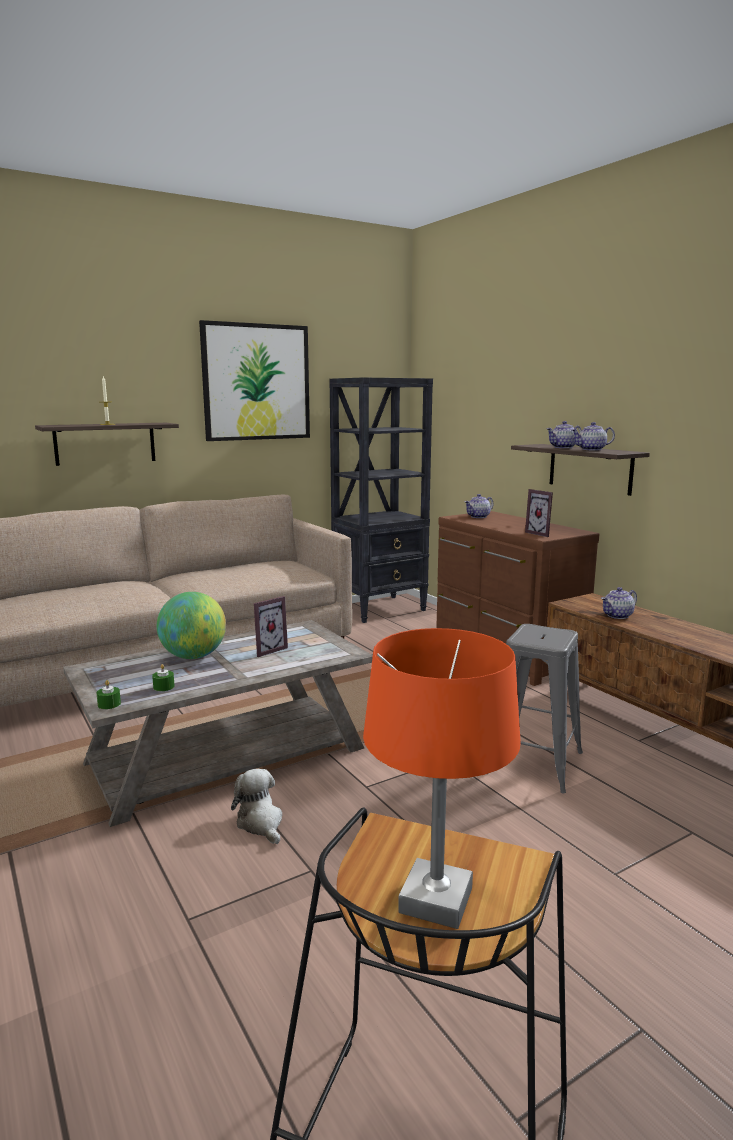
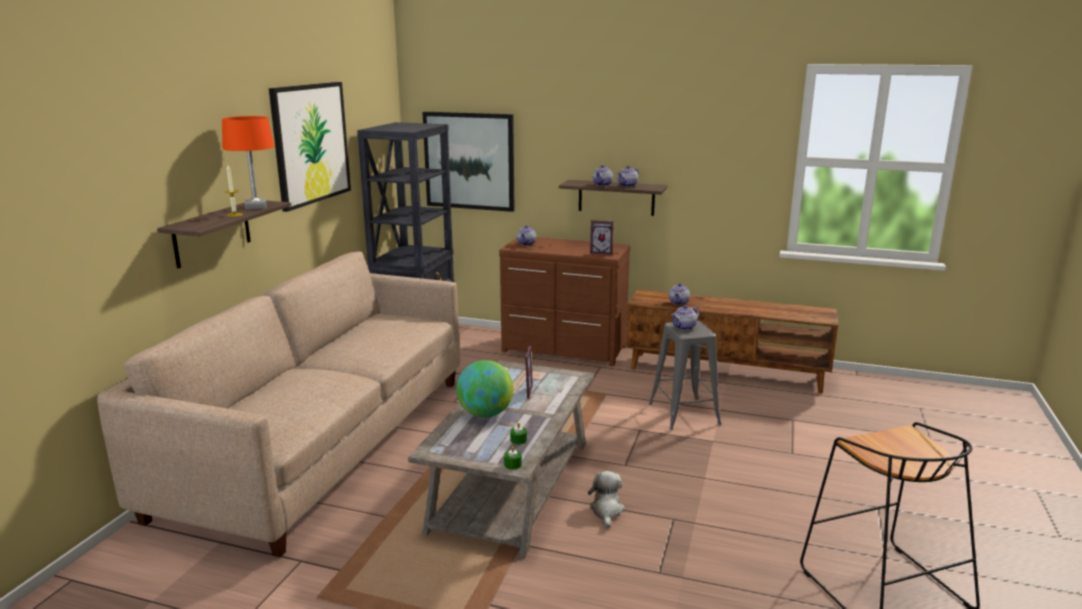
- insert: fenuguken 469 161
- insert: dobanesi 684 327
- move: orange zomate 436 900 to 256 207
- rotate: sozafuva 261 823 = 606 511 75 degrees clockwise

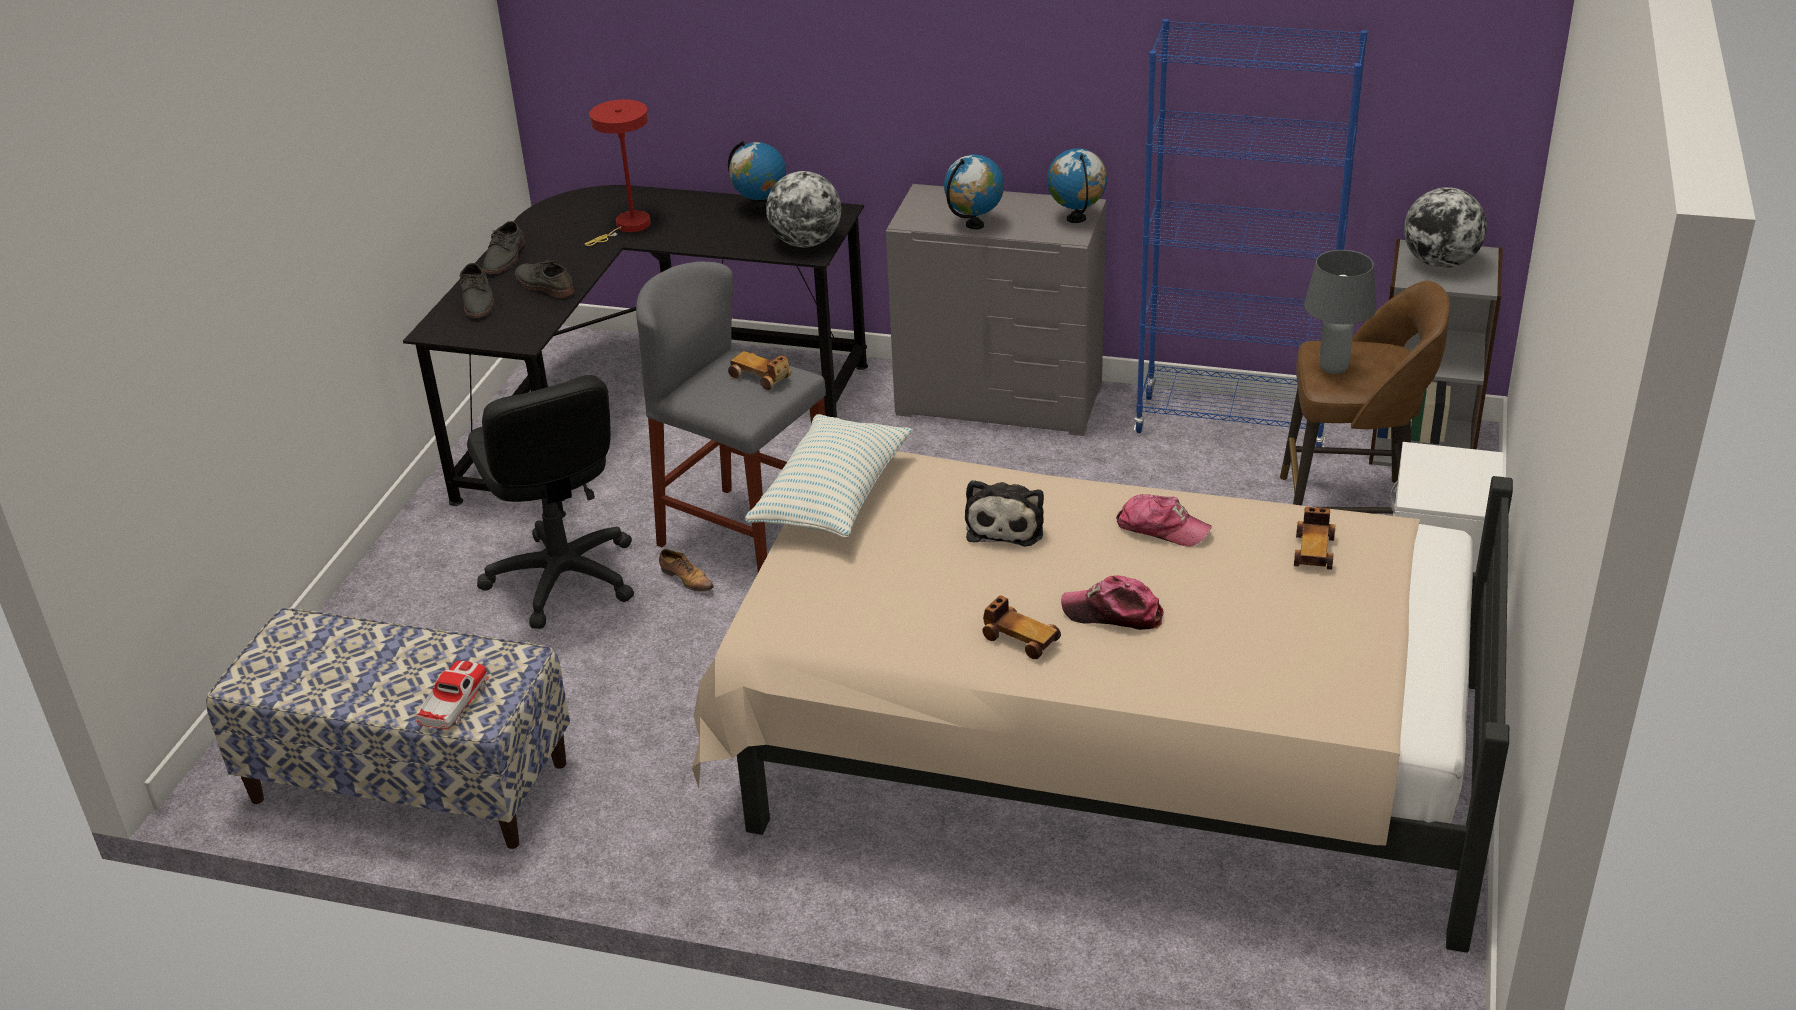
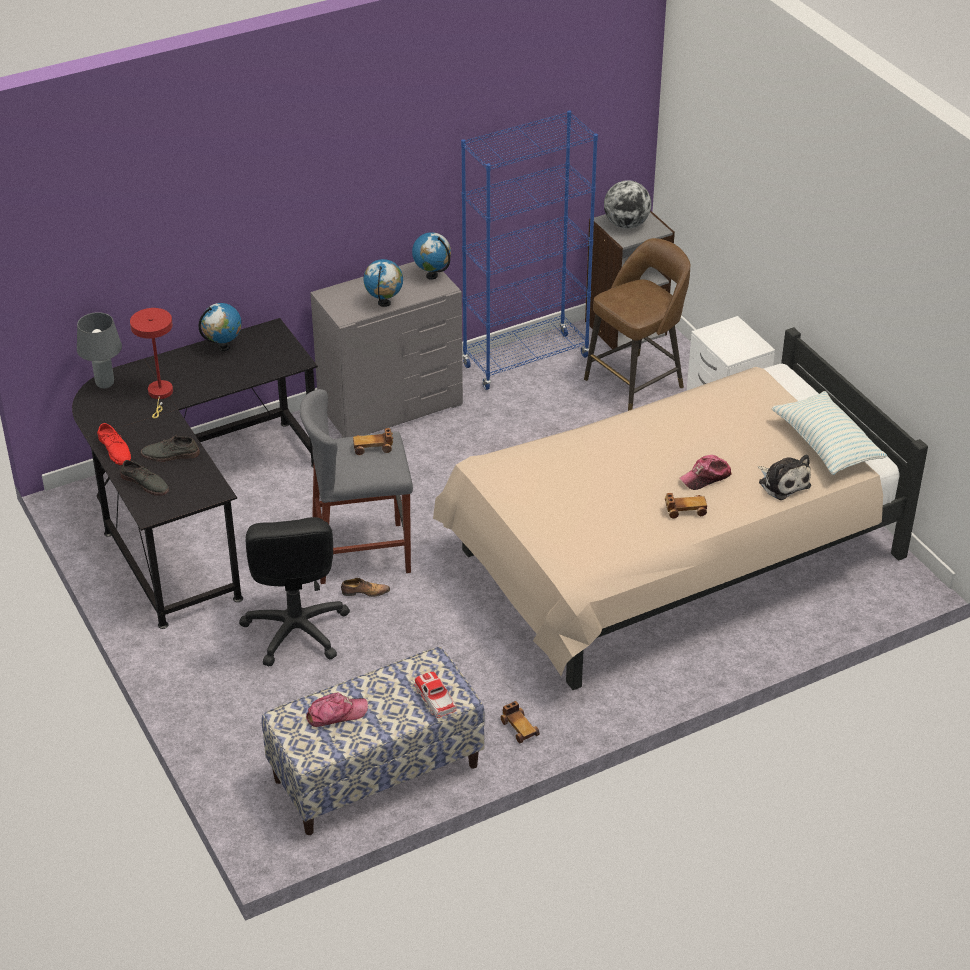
- delete: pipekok 806 243
- move: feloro 832 497 to 826 445
- move: sozafuva 1006 525 to 782 483
- move: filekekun 1162 528 to 336 714
- move: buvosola 1314 551 to 519 728
- move: grey zomate 1333 368 to 105 384
- recolor: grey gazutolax 505 258 to red gazutolax 115 449
- rotate: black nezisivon 562 579 = 295 630 60 degrees clockwise

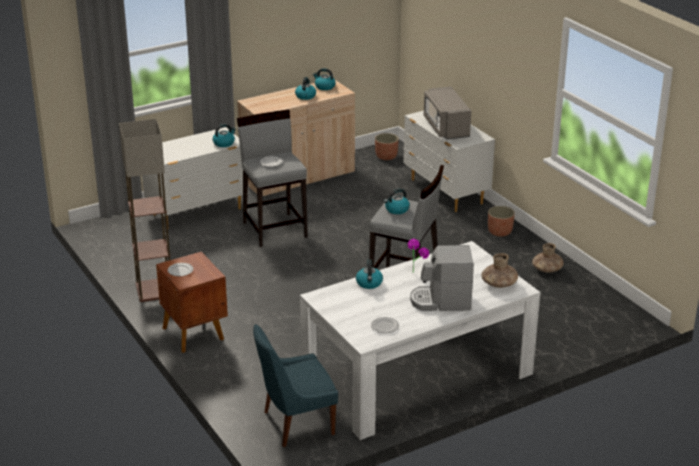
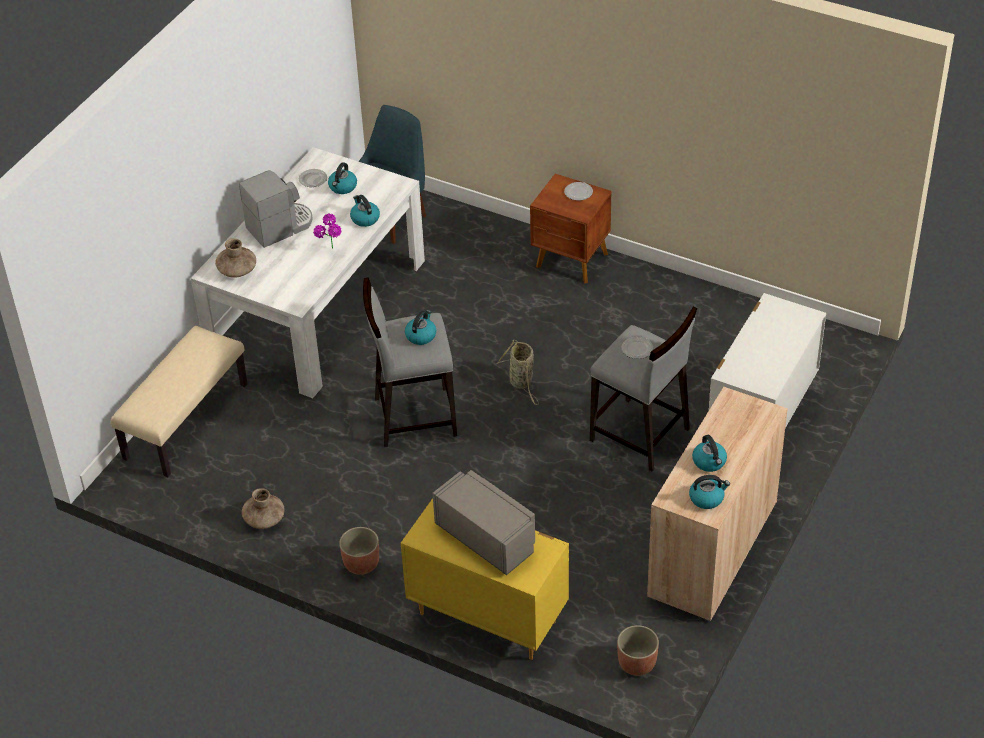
- delete: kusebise 154 290
- insert: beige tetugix 185 421
- insert: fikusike 521 383
- move: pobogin 224 143 to 343 187
- recolor: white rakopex 446 192 to yellow rakopex 487 616

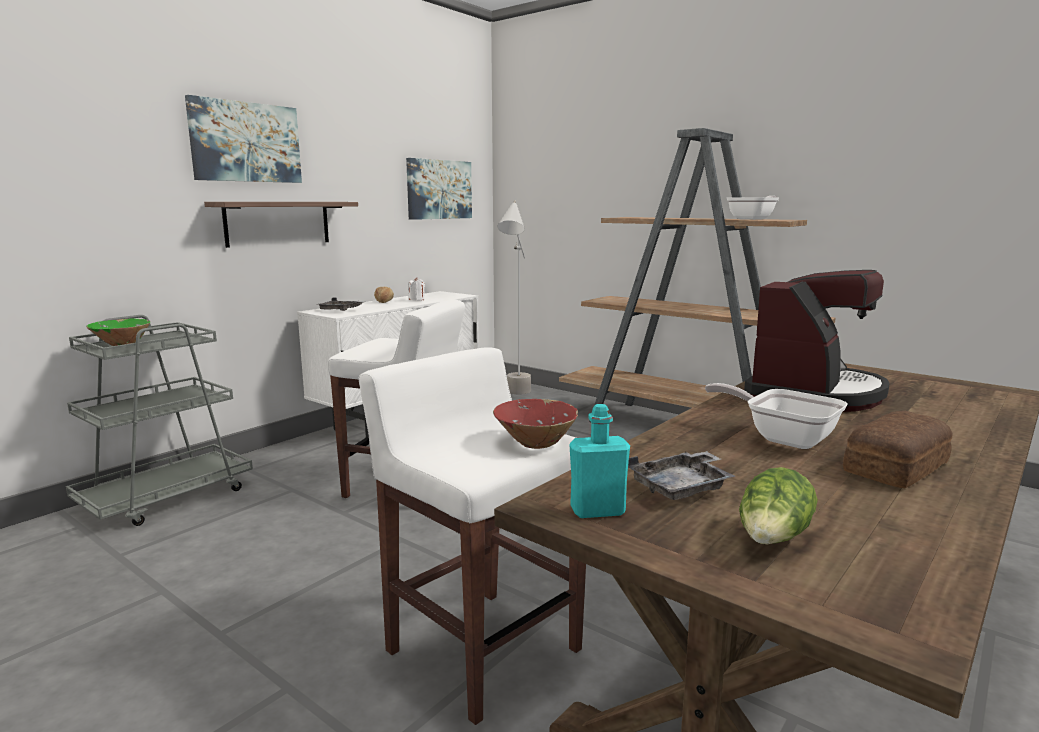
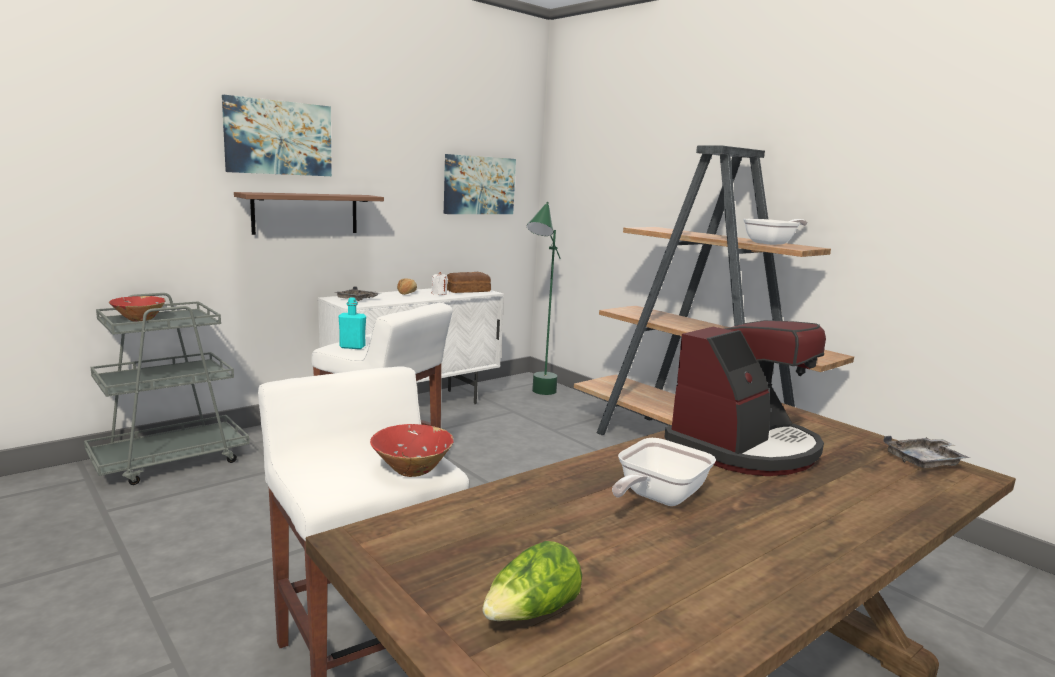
- move: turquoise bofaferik 597 511 to 352 347
- move: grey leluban 682 487 to 924 461
- move: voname 893 466 to 467 290
- recolor: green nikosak 122 344 to red nikosak 139 319
- recolor: grey kusebise 515 396 to green kusebise 537 396
- rotate: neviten 782 438 = 656 498 105 degrees counterclockwise

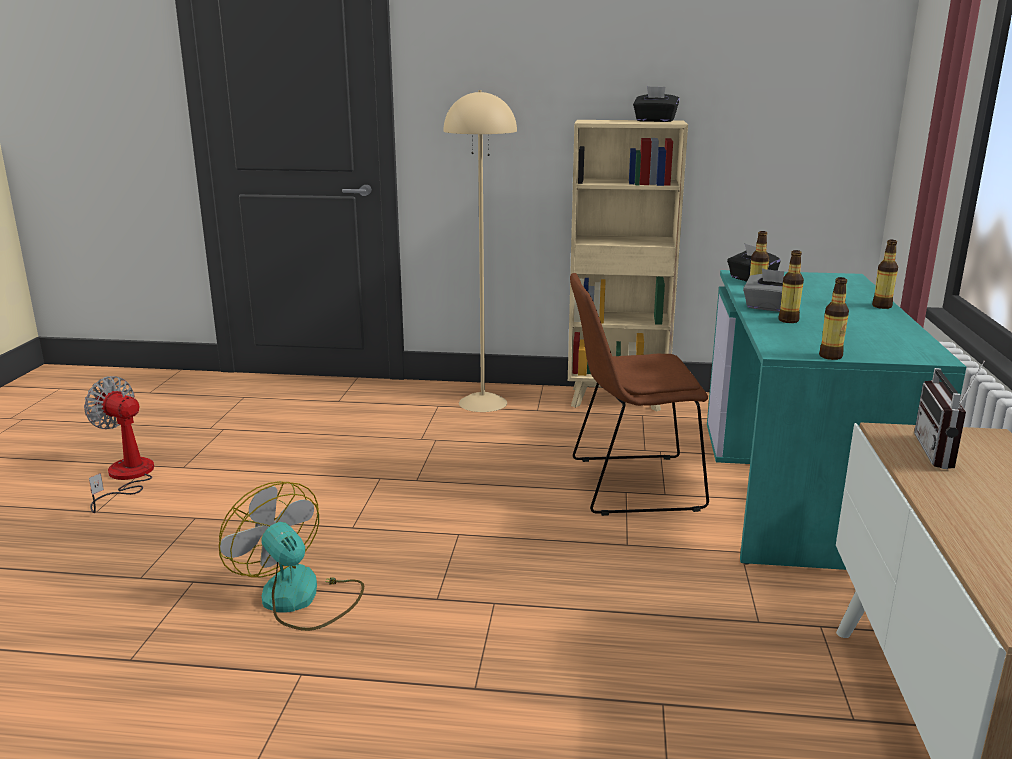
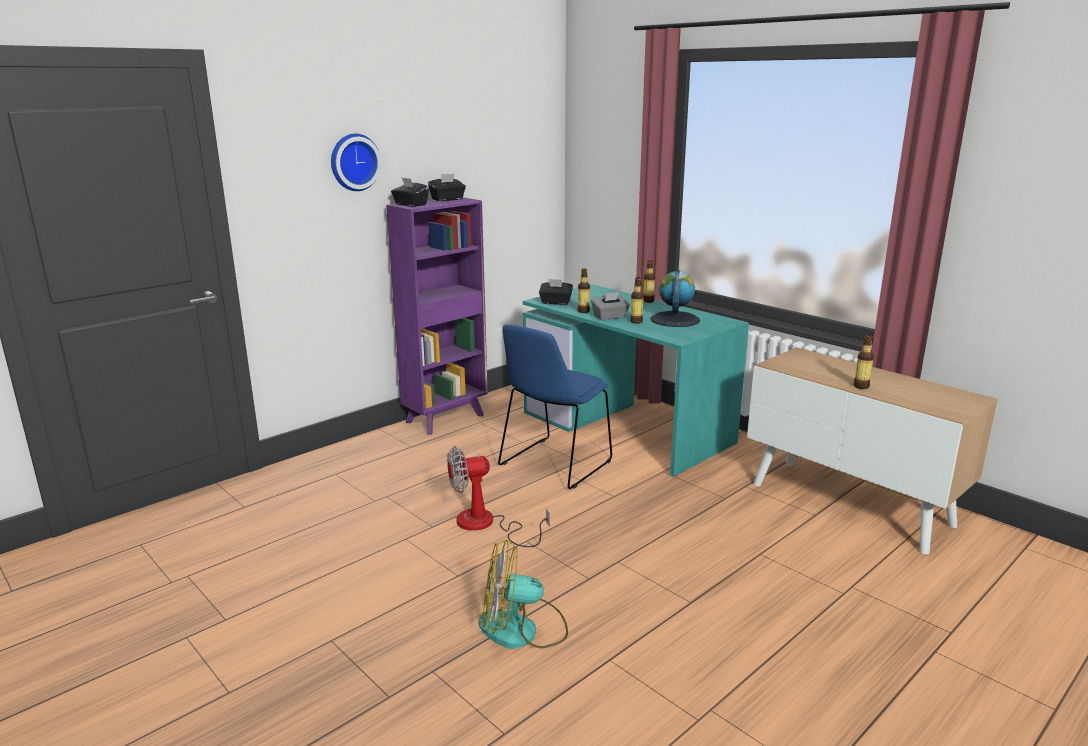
- delete: beige kusebise 483 402
- delete: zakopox 944 454
- insert: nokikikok 353 162
- insert: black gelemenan 410 205
- insert: pipekok 674 319
- move: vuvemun 126 477 to 486 525
- move: bofaferik 830 356 to 861 386
- recolor: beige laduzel 617 399 to purple laduzel 446 418
- recolor: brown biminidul 630 484 to blue biminidul 553 465

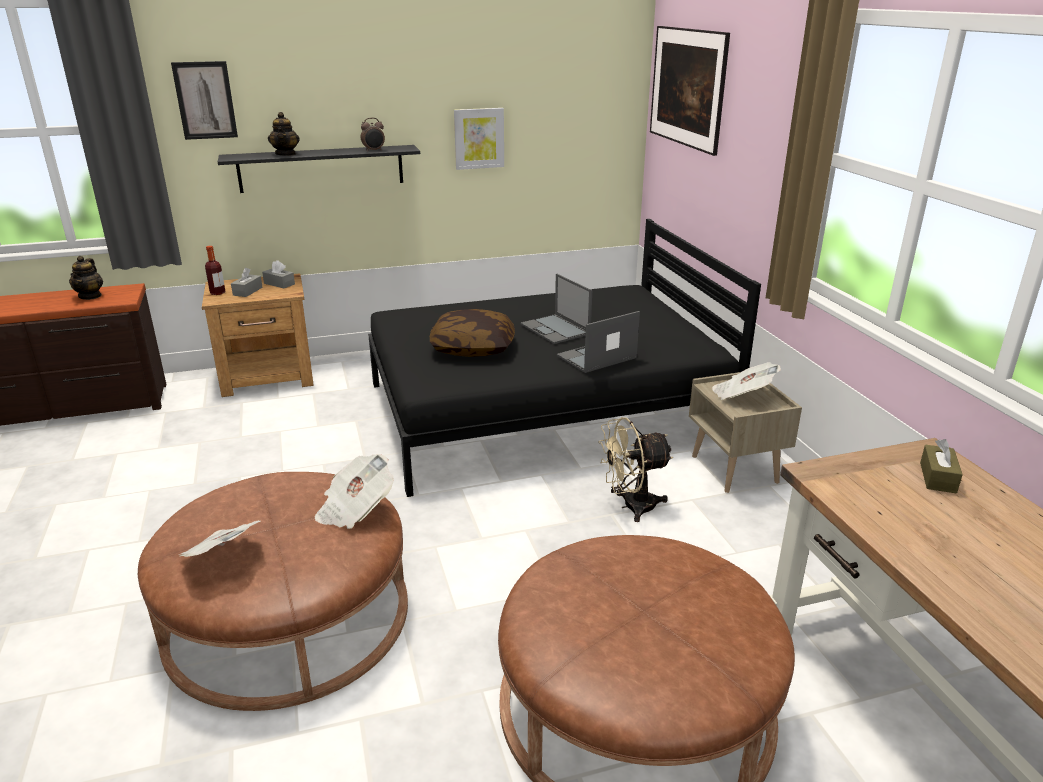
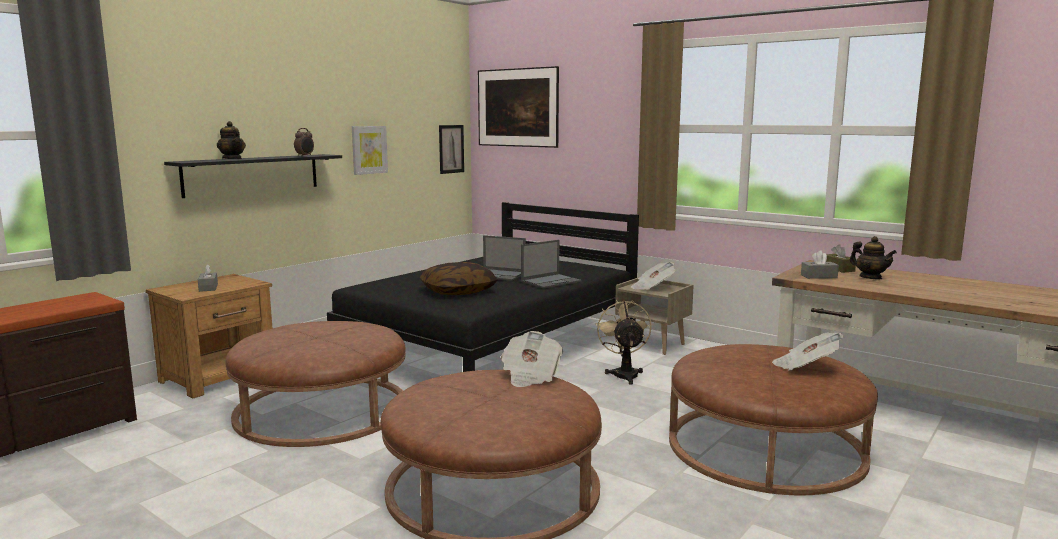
- delete: bofaferik 217 293
- insert: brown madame 322 409
- move: dobanesi 90 296 to 870 277
- move: fenuguken 205 100 to 451 149
- move: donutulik 223 556 to 805 367
- move: grey gelemenan 279 284 to 819 276
- rotate: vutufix 596 357 = 551 281 150 degrees counterclockwise
- rotate: beige vuvemun 631 506 = 624 374 135 degrees clockwise

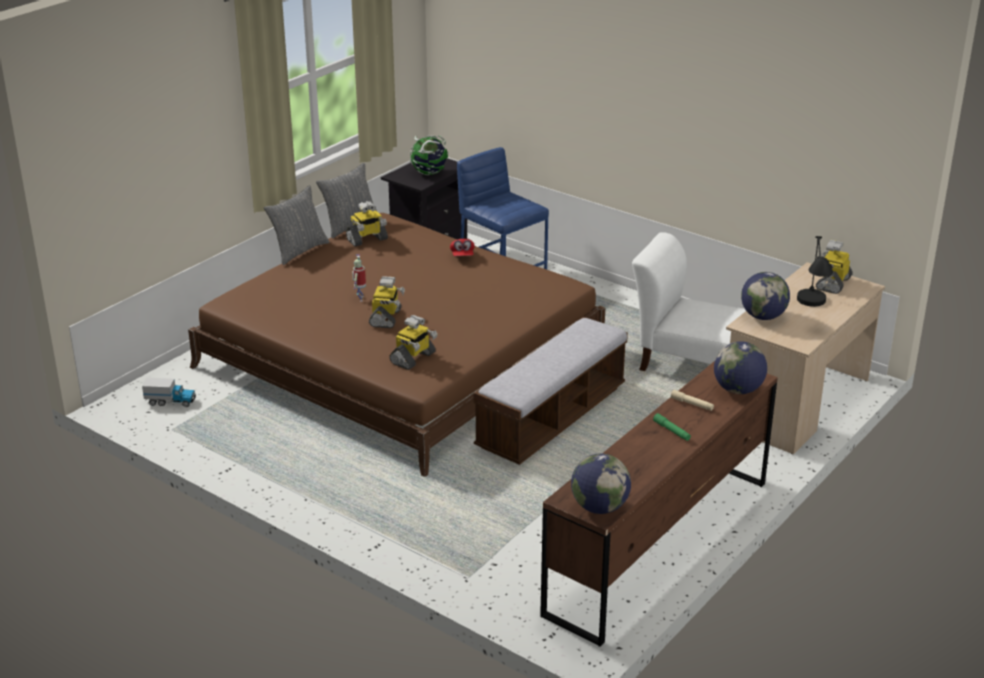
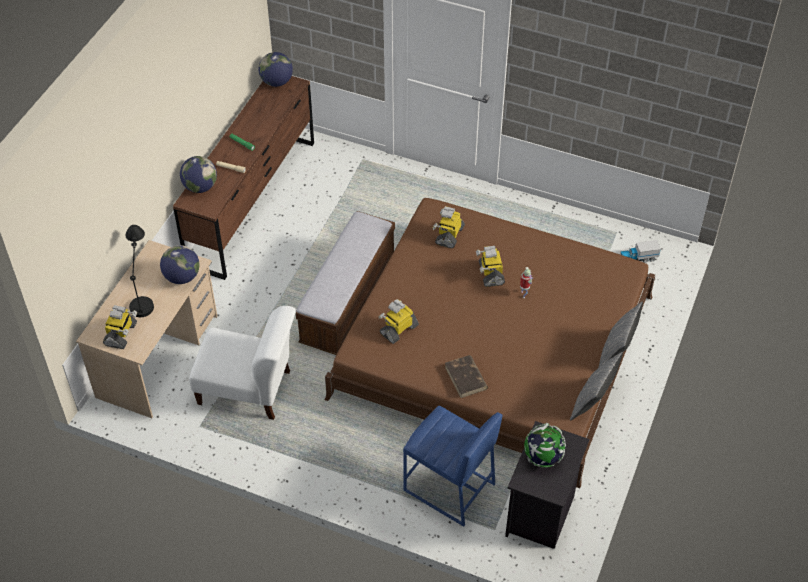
- move: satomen 367 240 to 398 329
- replace: red filekekun 462 255 to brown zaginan 466 378

